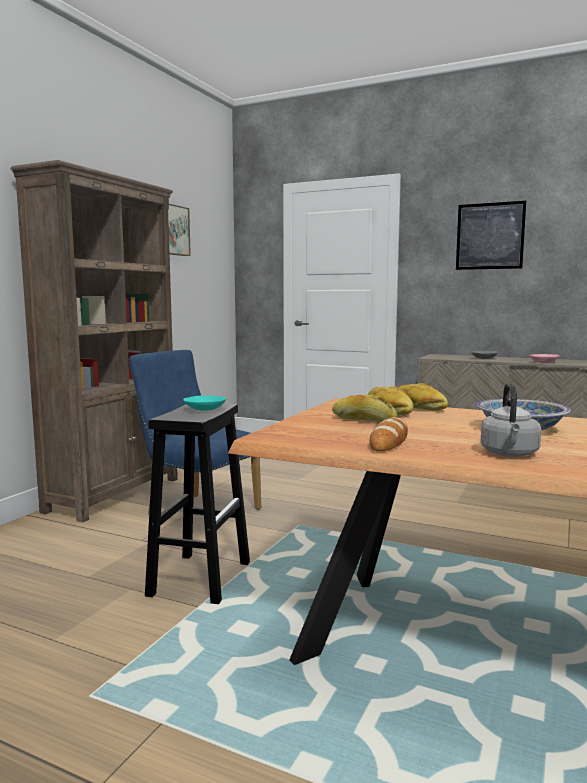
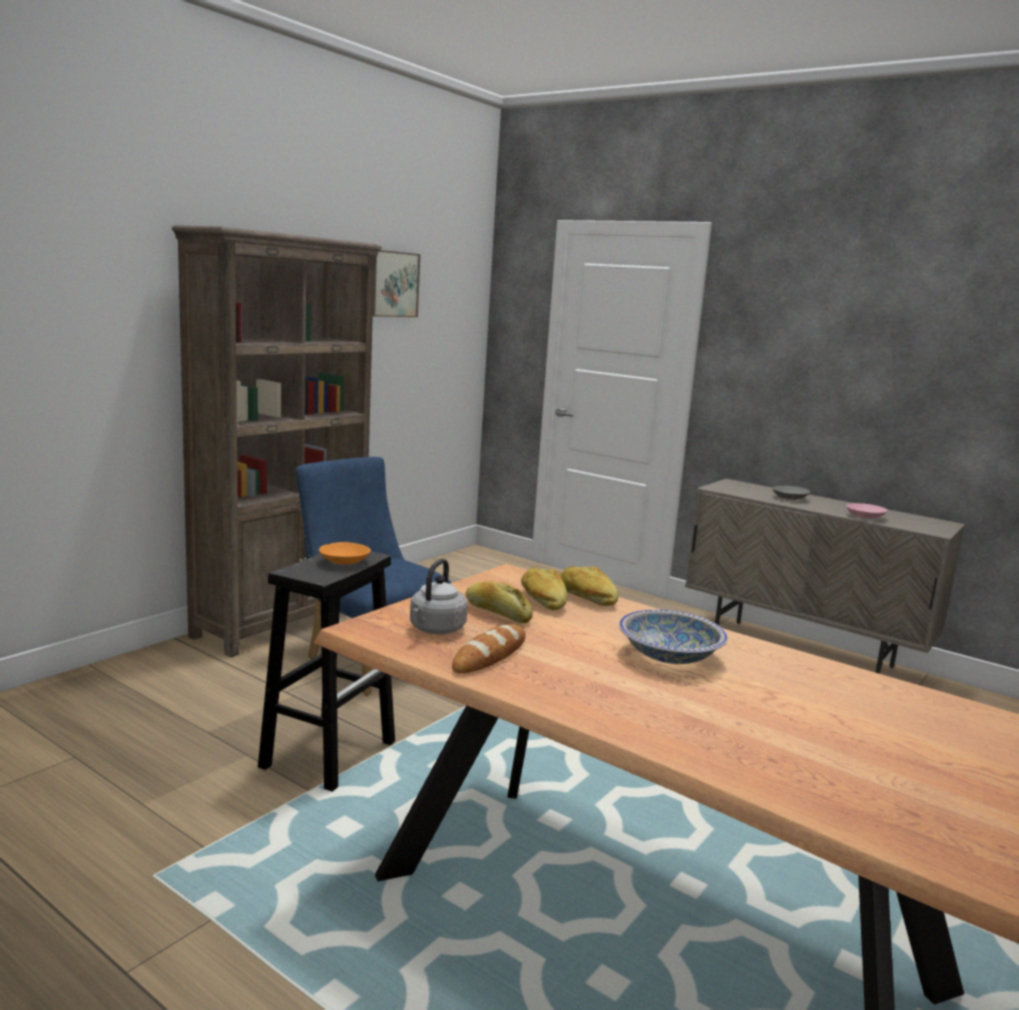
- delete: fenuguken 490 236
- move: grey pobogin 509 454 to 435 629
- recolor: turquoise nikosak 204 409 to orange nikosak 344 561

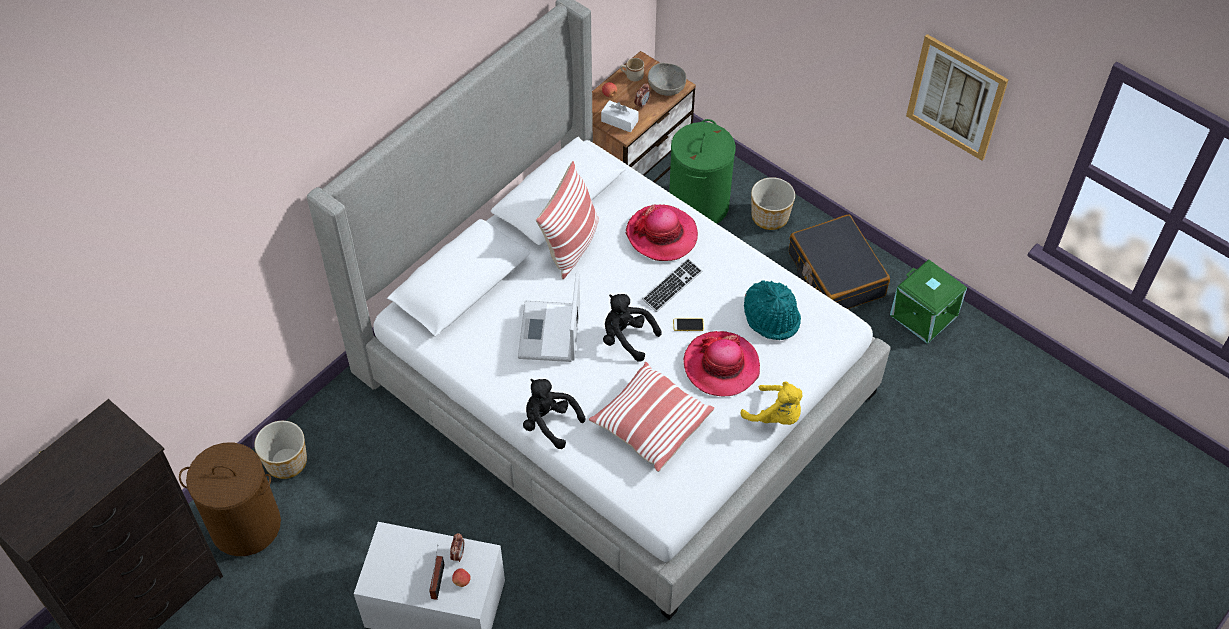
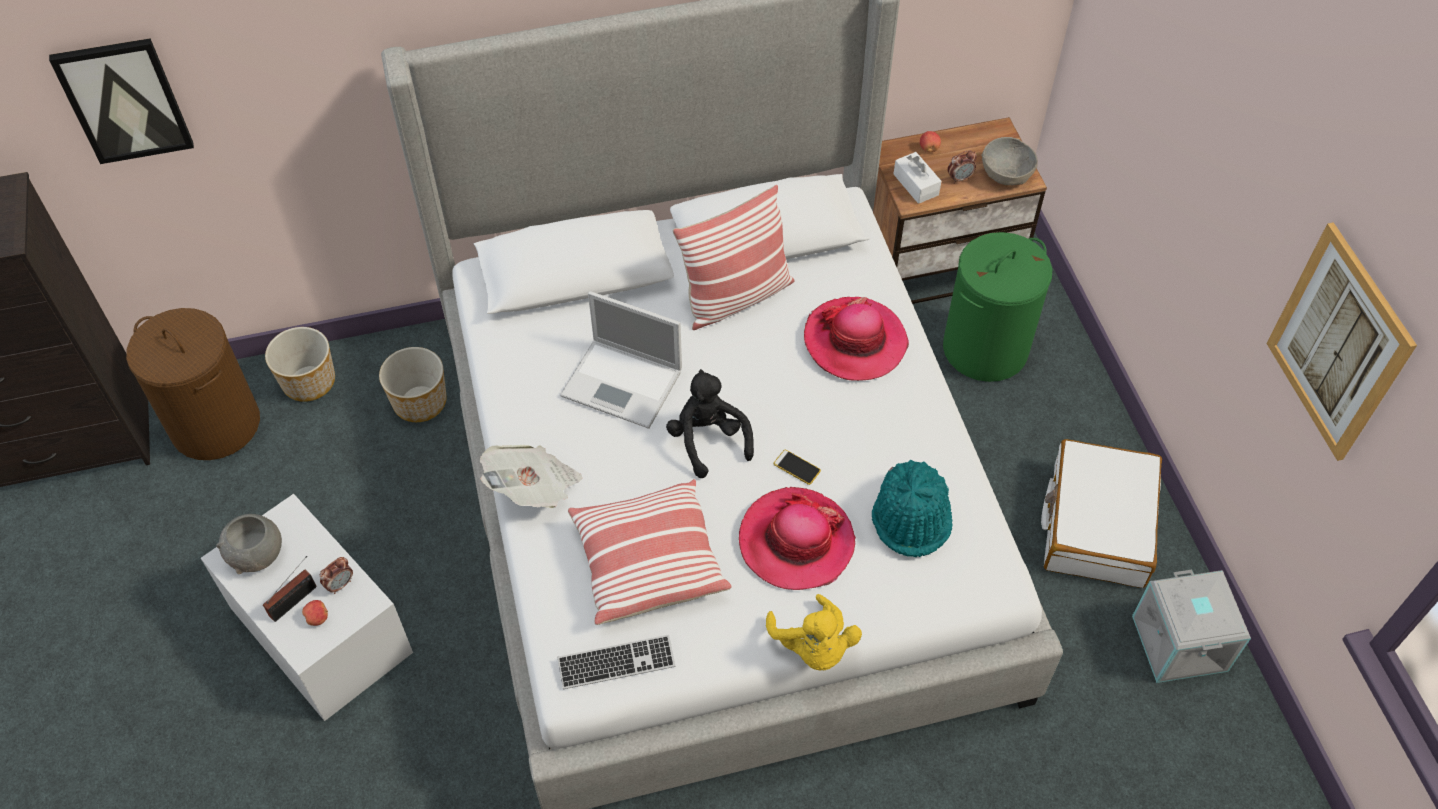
- delete: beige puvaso 632 76
- insert: fenuguken 124 100
- insert: grey nikosak 257 554
- move: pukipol 672 286 to 616 663
- move: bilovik 770 216 to 420 402
- replace: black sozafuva 549 423 to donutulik 534 488
- recolor: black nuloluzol 835 274 to white nuloluzol 1096 524
- recolor: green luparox 924 315 to grey luparox 1181 643
- rotate: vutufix 549 333 = 624 384 105 degrees counterclockwise

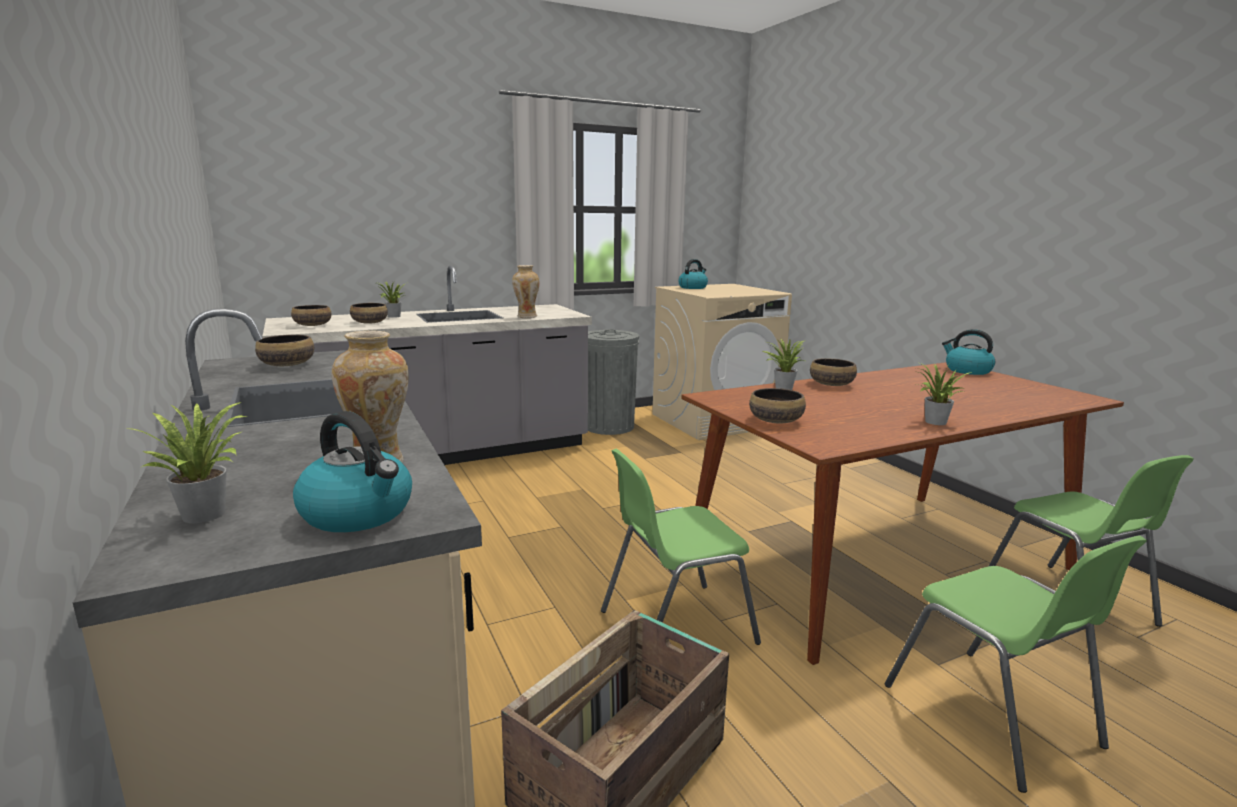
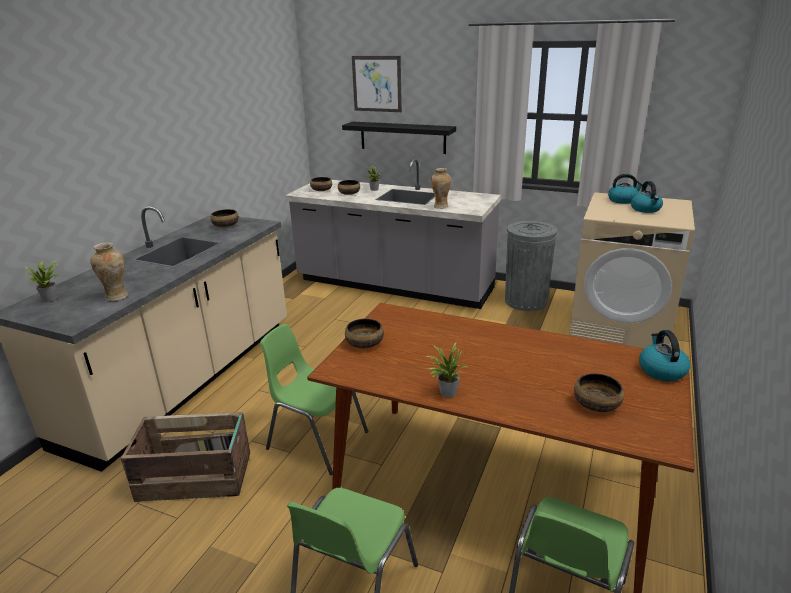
- delete: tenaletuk 782 388
- insert: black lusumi 402 137
- insert: fenuguken 377 84
- move: pobogin 359 513 to 646 209
- move: nikosak 831 384 to 596 404

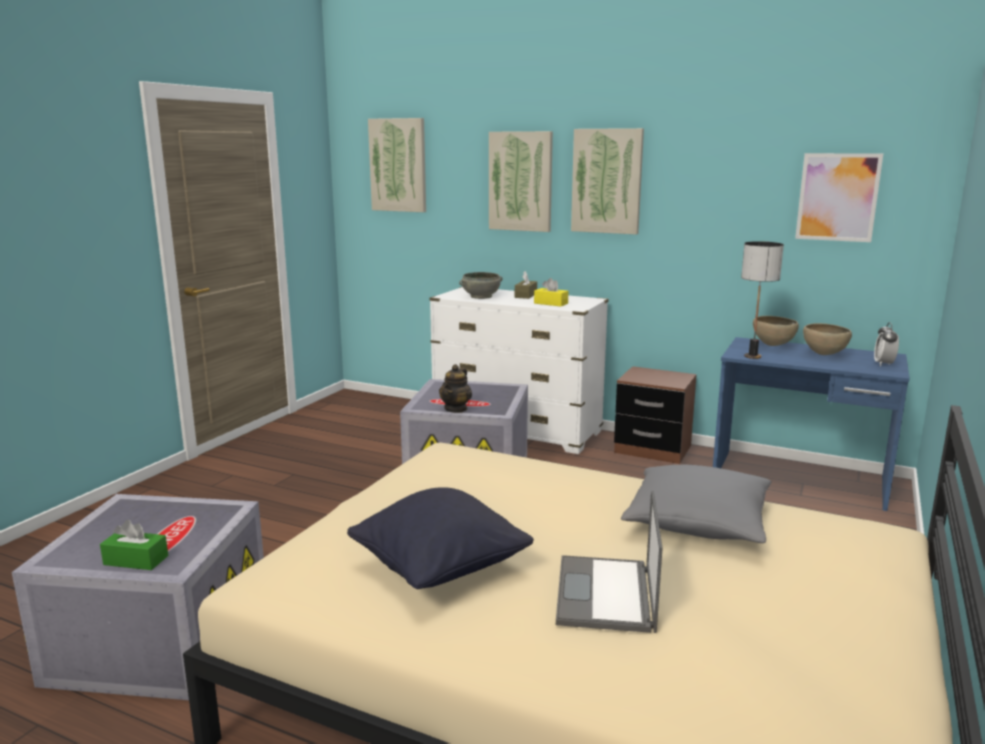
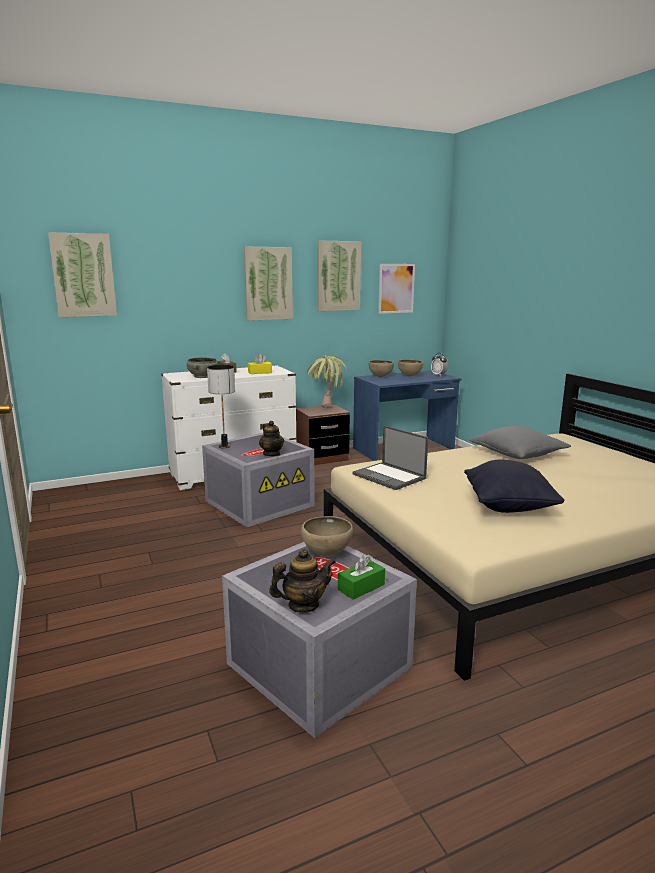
- insert: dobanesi 303 605
- insert: brown nikosak 327 554
- insert: tenaletuk 326 410
- move: fenuguken 520 181 to 338 276
- move: vutufix 606 595 to 390 476
- move: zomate 752 356 to 224 447

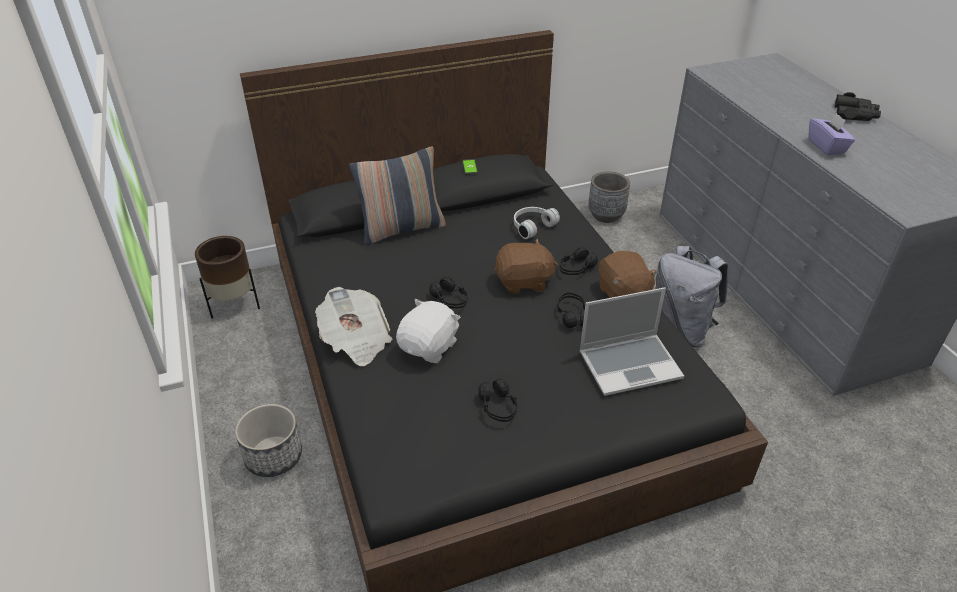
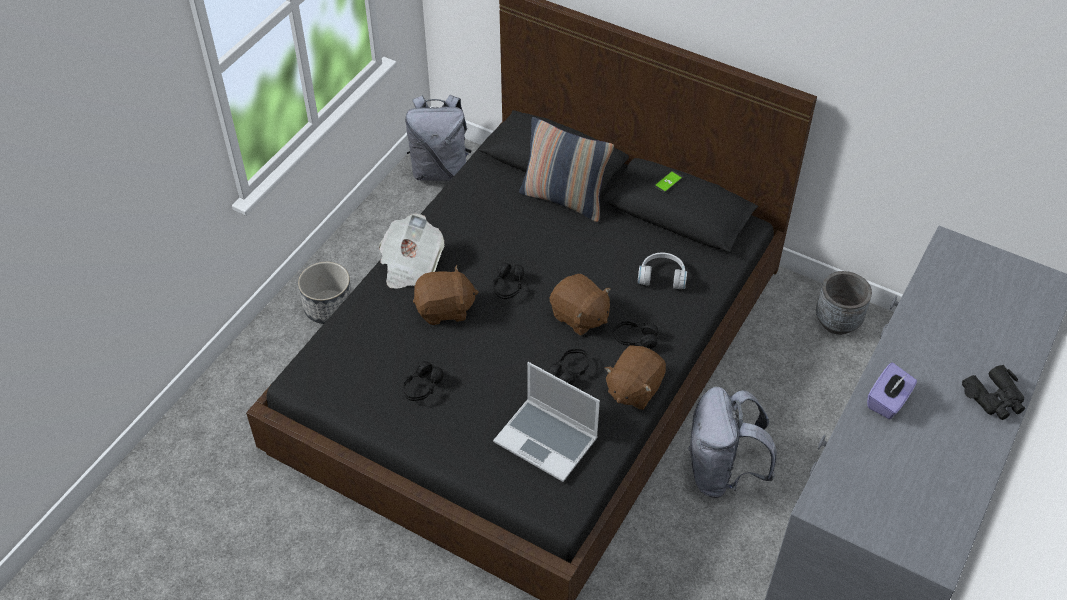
- replace: brown bilovik 235 304 to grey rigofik 440 170
- recolor: white sozafuva 429 347 to brown sozafuva 445 309

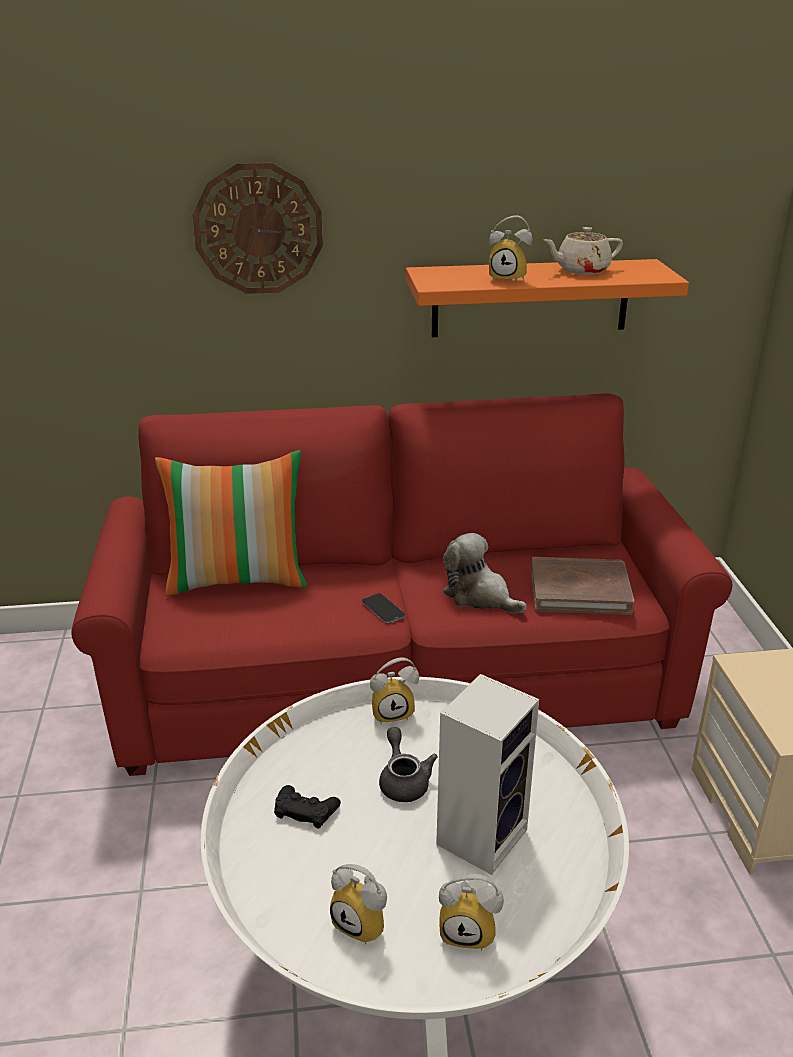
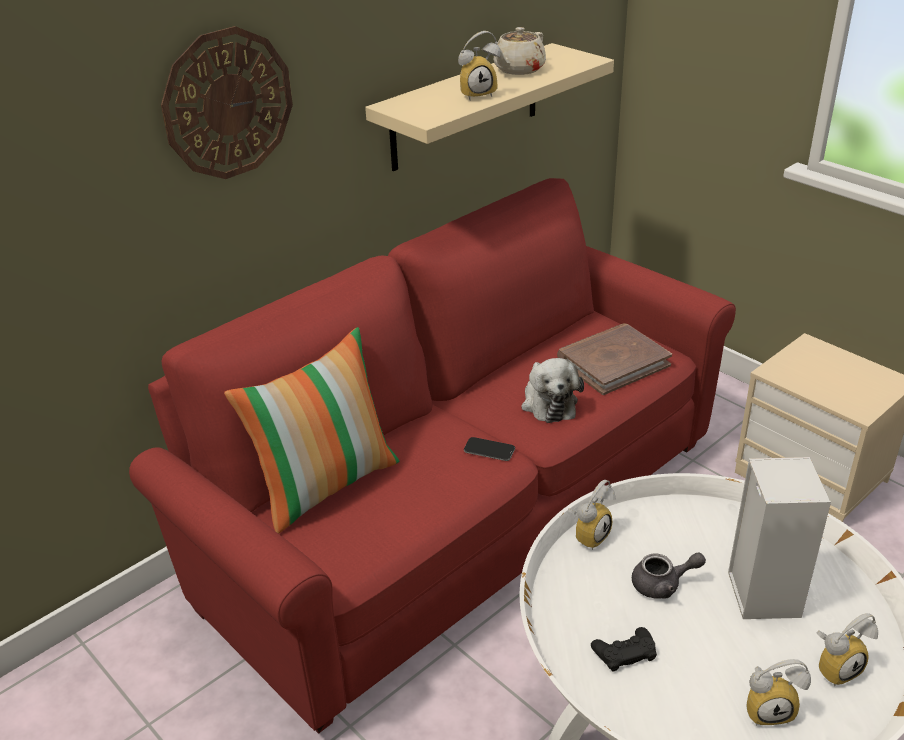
- recolor: orange lusumi 530 298 to beige lusumi 465 107
- rotate: grey dobanesi 403 780 = 663 585 135 degrees clockwise
- rotate: sozafuva 479 596 = 548 402 105 degrees counterclockwise

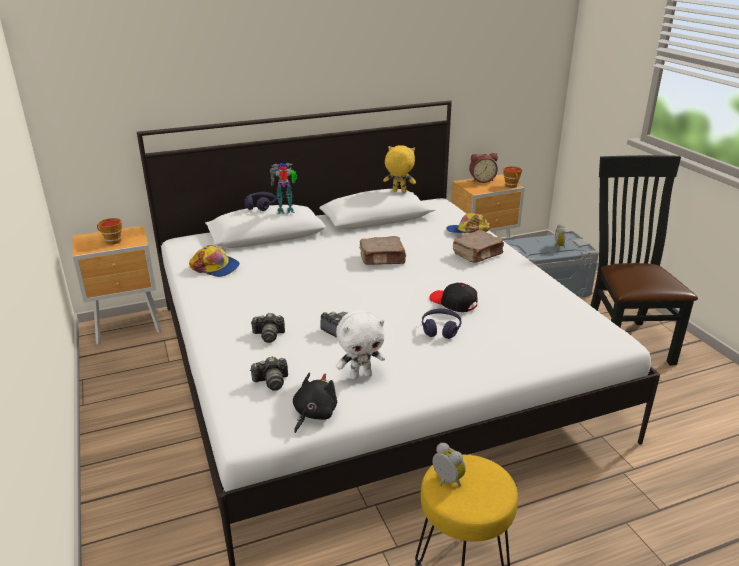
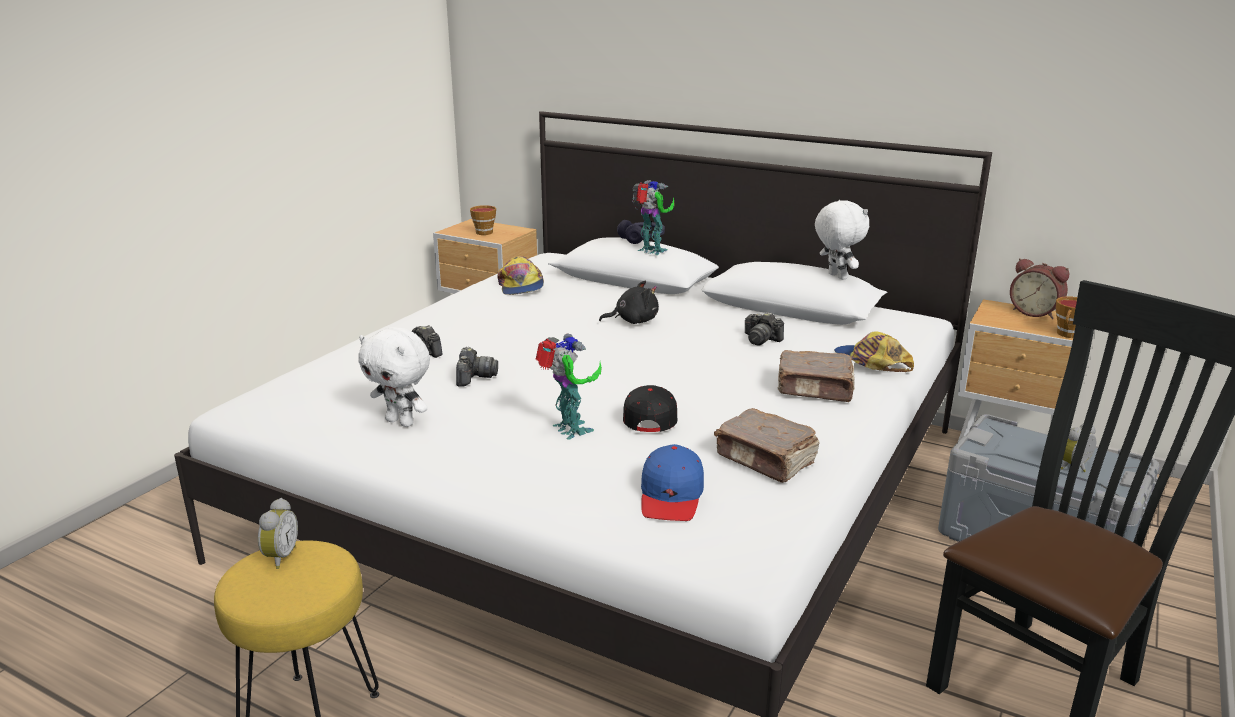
- insert: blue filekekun 671 496
- move: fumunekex 271 381 to 761 340
- move: black sozafuva 313 414 to 633 321
- move: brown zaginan 383 259 to 766 460
- replace: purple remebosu 440 329 to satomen 569 430
- recolor: yellow sozafuva 399 191 to white sozafuva 836 276

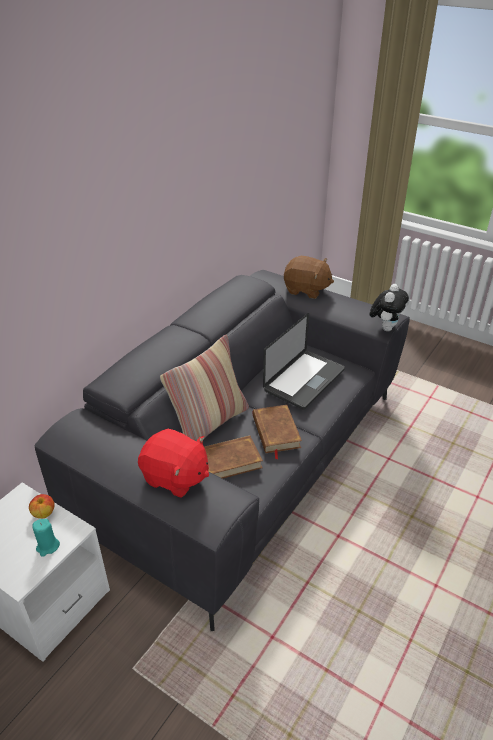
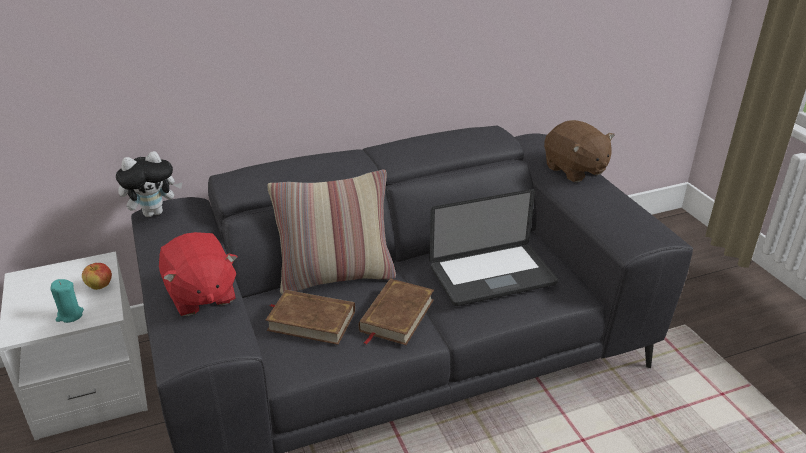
- move: sozafuva 385 327 to 154 212

